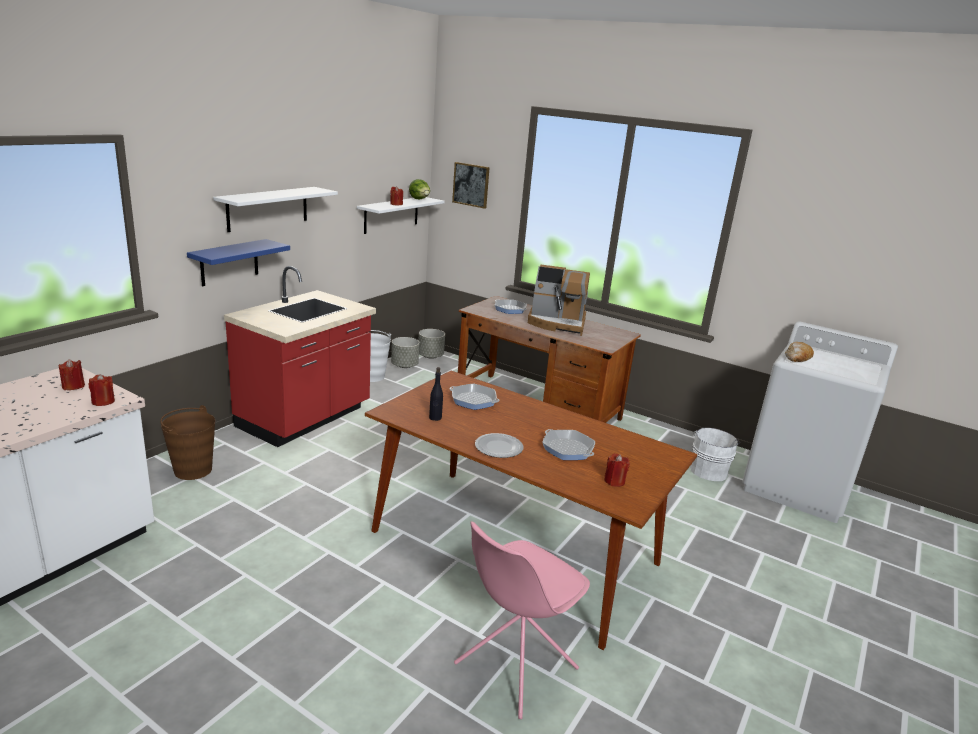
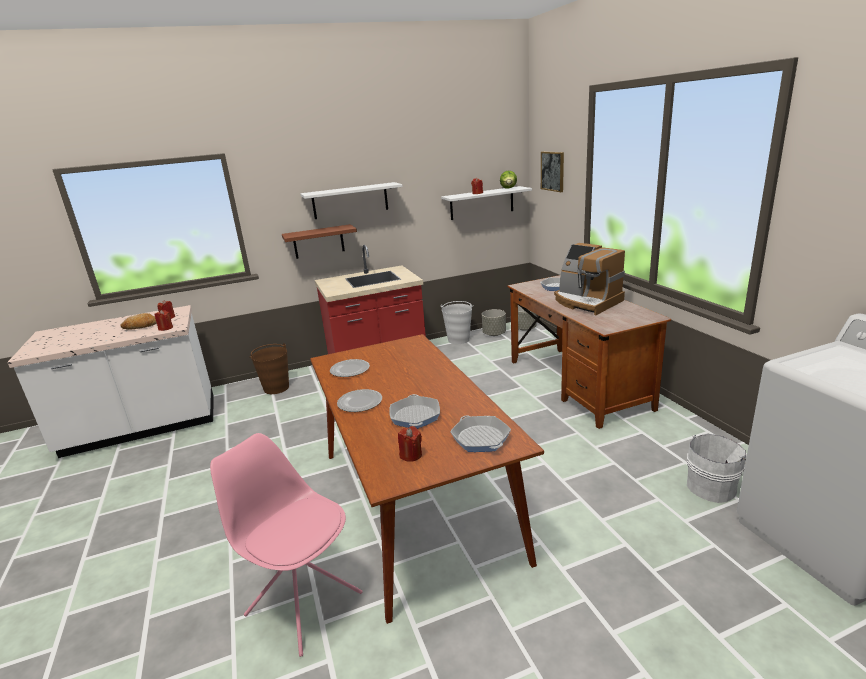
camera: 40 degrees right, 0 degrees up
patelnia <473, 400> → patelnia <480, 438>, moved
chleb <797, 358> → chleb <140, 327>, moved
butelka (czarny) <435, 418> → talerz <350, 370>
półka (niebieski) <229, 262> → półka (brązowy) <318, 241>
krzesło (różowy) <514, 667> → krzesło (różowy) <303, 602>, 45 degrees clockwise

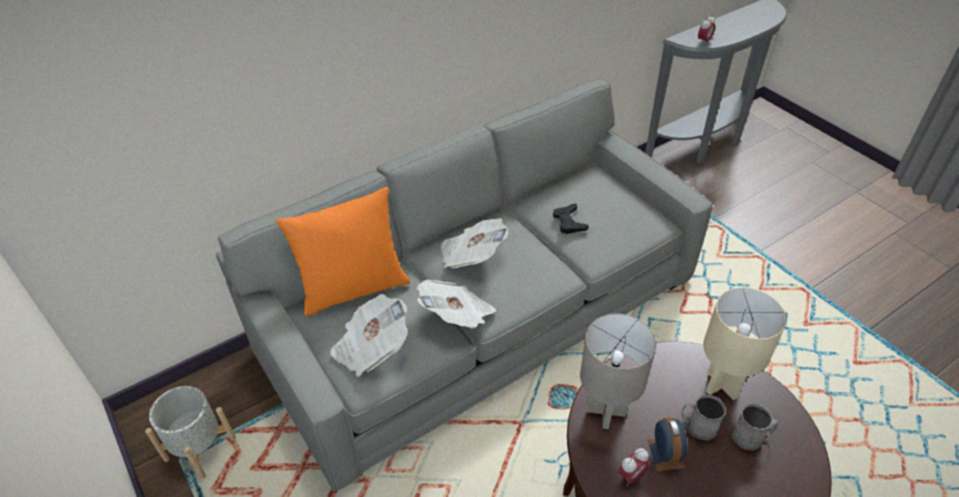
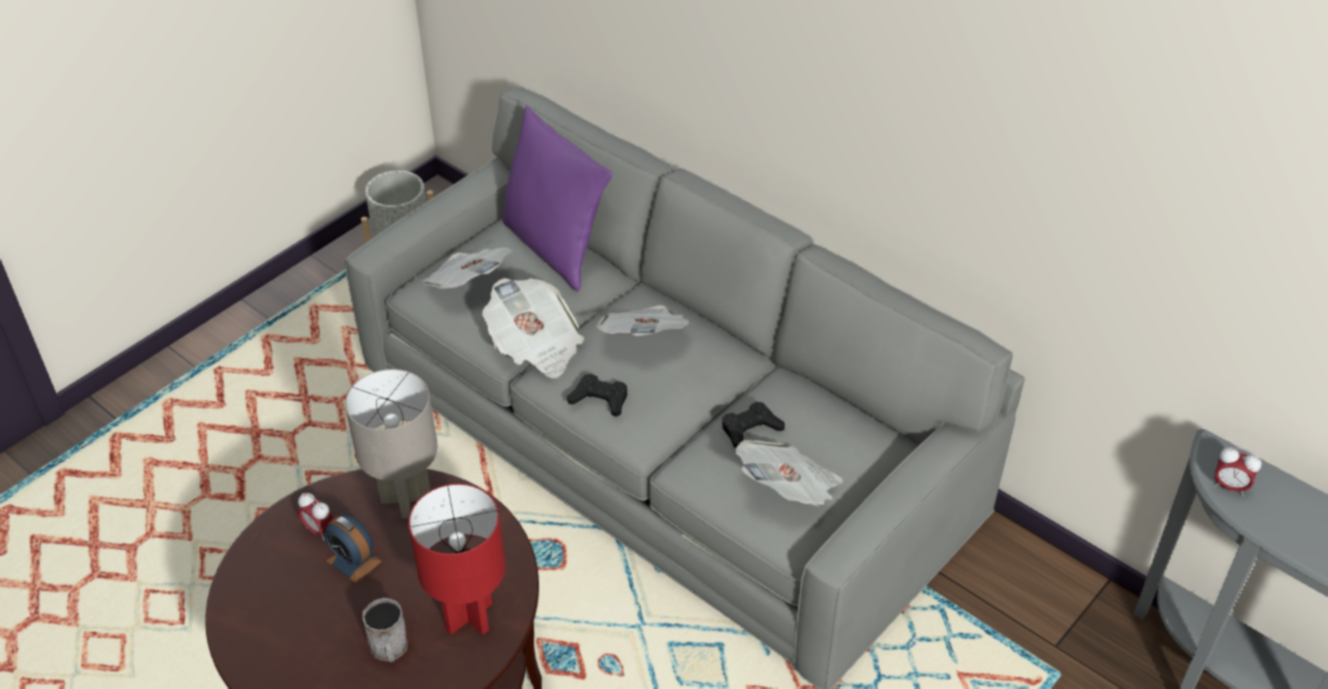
camera: 75 degrees right, 0 degrees up
kubek (szary) <697, 426> → -
- → pad do gier (czarny) <600, 399>
- → gazeta <789, 490>
poduszka (pomarańczowy) <353, 289> → poduszka (fioletowy) <555, 248>
lampa stołowa (beżowy) <722, 385> → lampa stołowa (czerwony) <469, 617>
budzik <665, 453> → budzik <354, 561>, 60 degrees clockwise

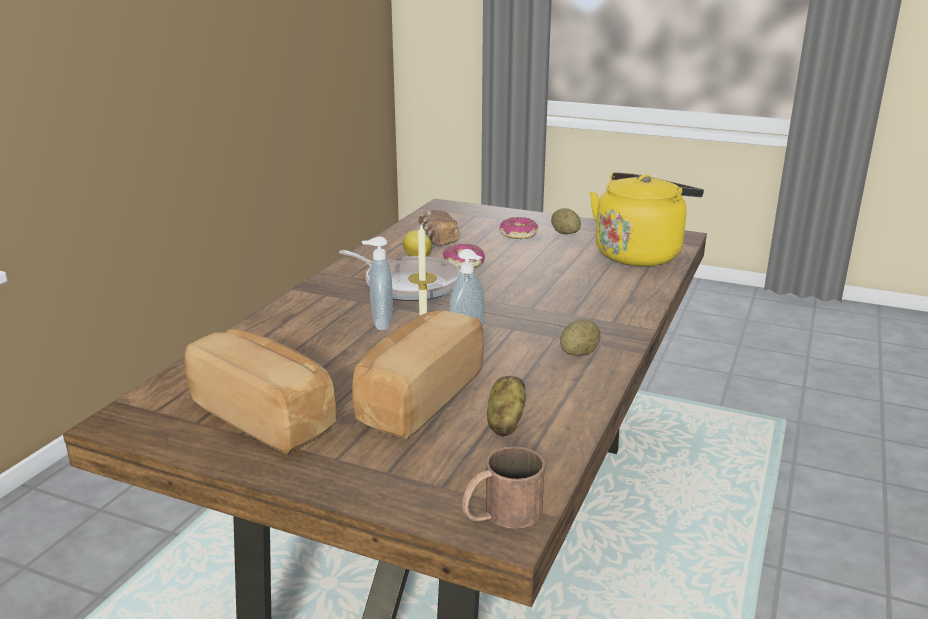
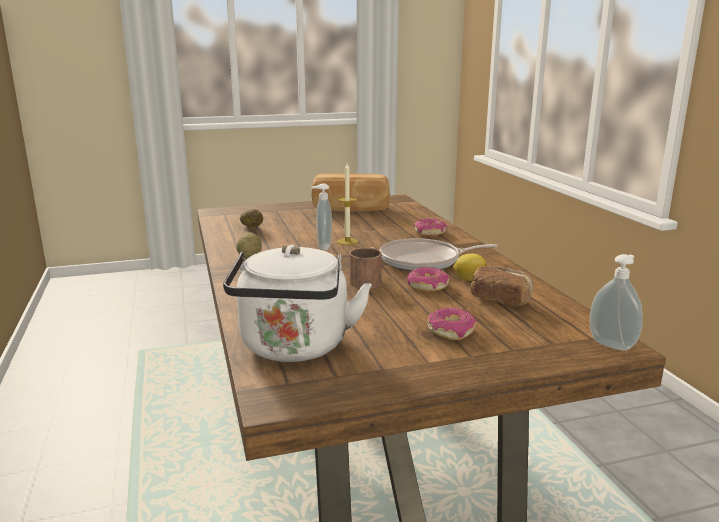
camera: 140 degrees right, 5 degrees down
chleb <418, 399> → -
ziemniak <565, 233> → -
- → donut <430, 232>
dozownik mydła <379, 324> → dozownik mydła <612, 344>, moved
kubek (brązowy) <501, 514> → kubek (brązowy) <368, 280>, moved
czajnik (żółty) <640, 254> → czajnik (biały) <294, 348>

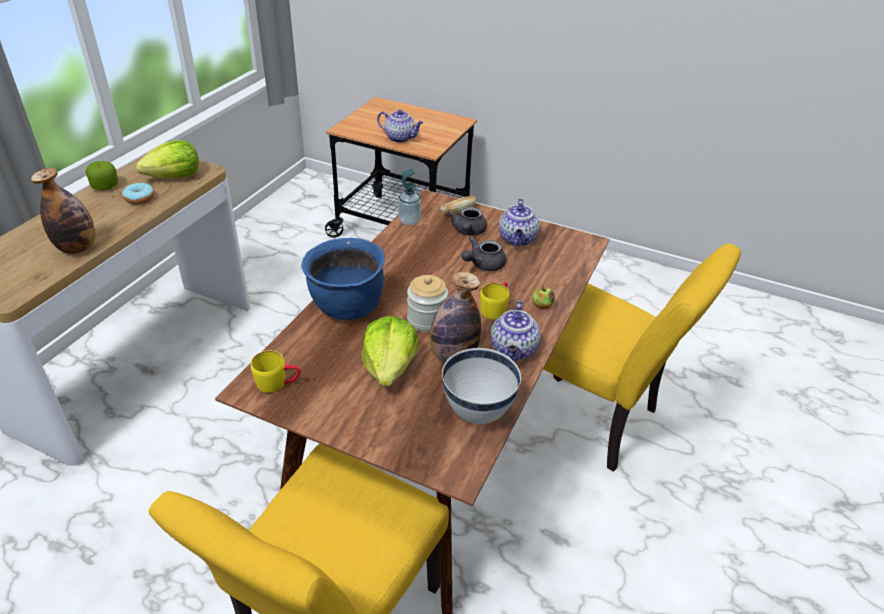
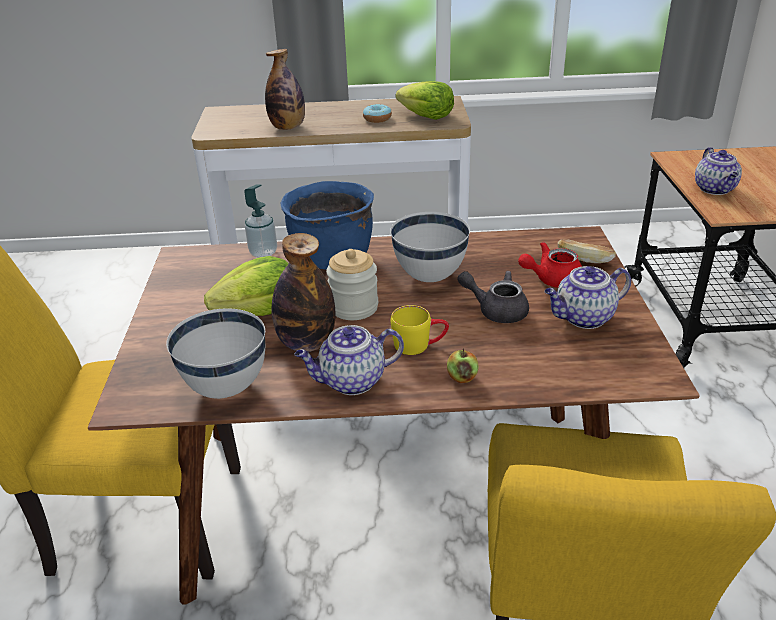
camera: 65 degrees right, 5 degrees down
jabłko <105, 187> → -
kubek (żółty) <278, 383> → -
- → miska (biały) <429, 277>
dozownik mydła <409, 221> → dozownik mydła <263, 253>, moved
imbryk (szary) <468, 232> → imbryk (czerwony) <551, 279>

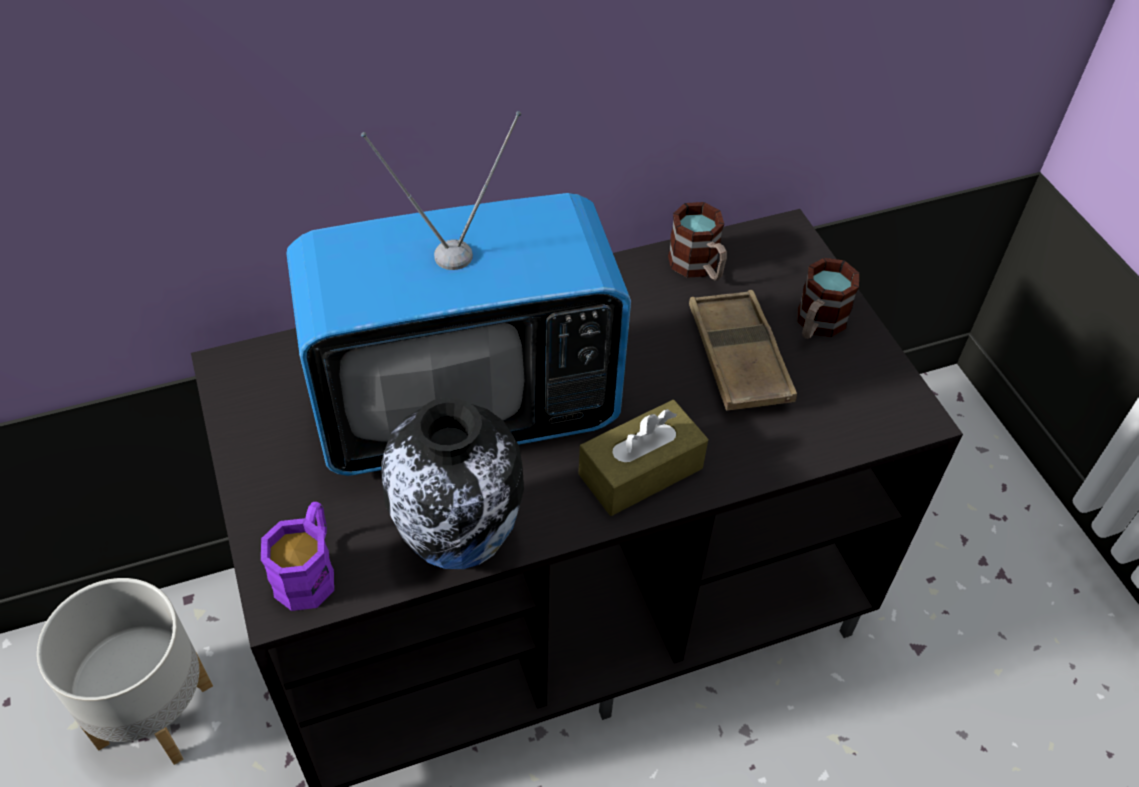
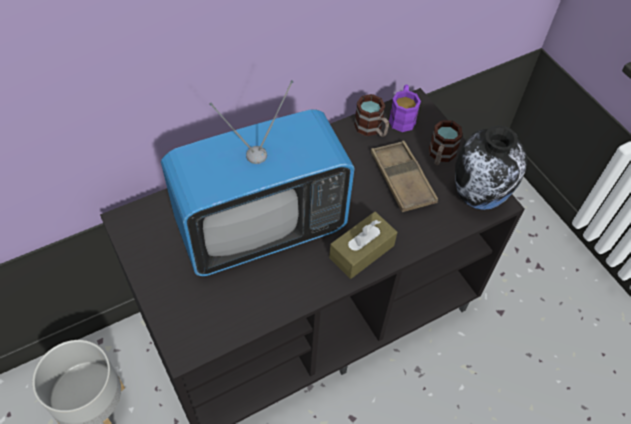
camera: 10 degrees left, 5 degrees up
kubek (fioletowy) <309, 571> → kubek (fioletowy) <402, 117>, moved
wazon <460, 543> → wazon <478, 198>, moved

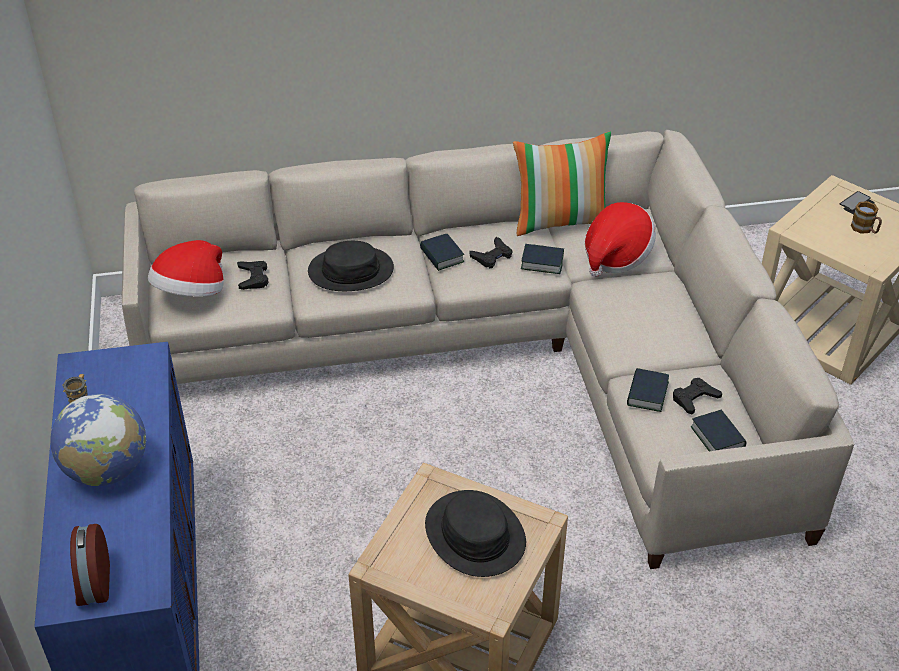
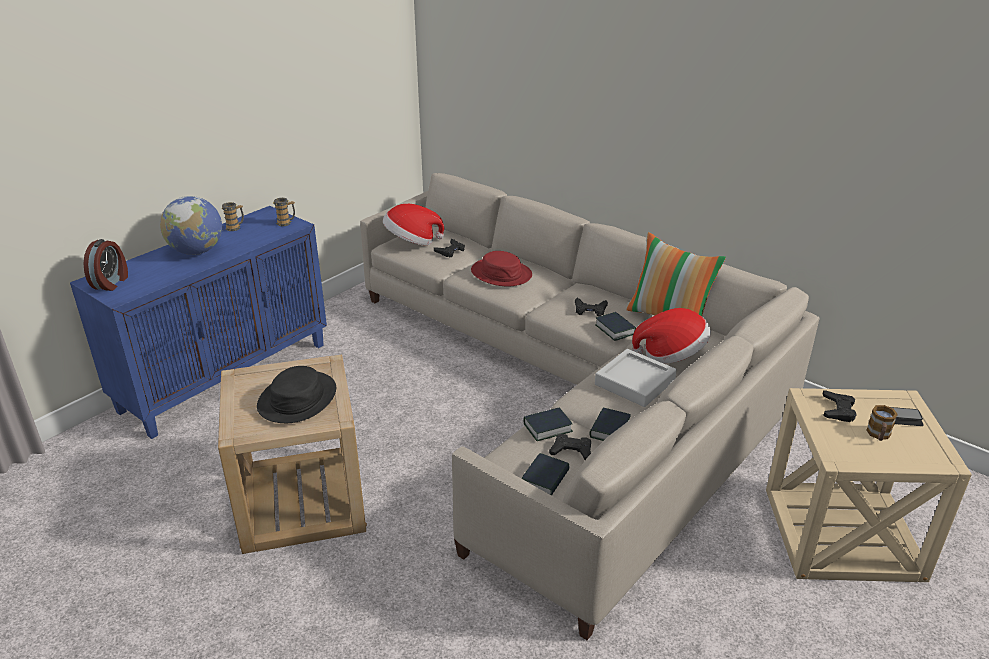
camera: 50 degrees right, 10 degrees down
- → kubek <286, 223>
- → taca (szary) <635, 382>
- → pad do gier (czarny) <838, 410>
książka <442, 256> → książka <609, 430>, moved
kapelusz (czarny) <351, 270> → kapelusz (czerwony) <501, 273>
budzik <92, 583> → budzik <111, 282>, 150 degrees clockwise

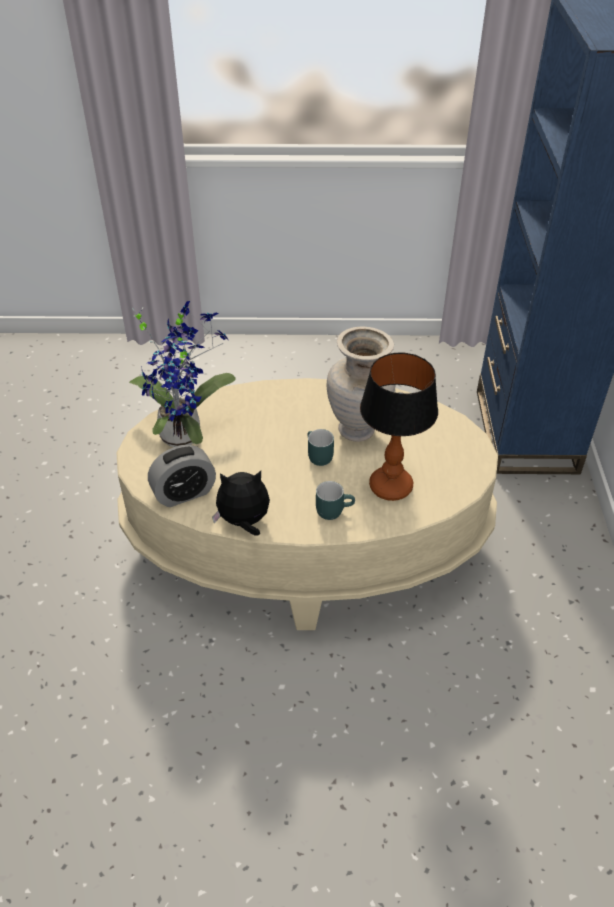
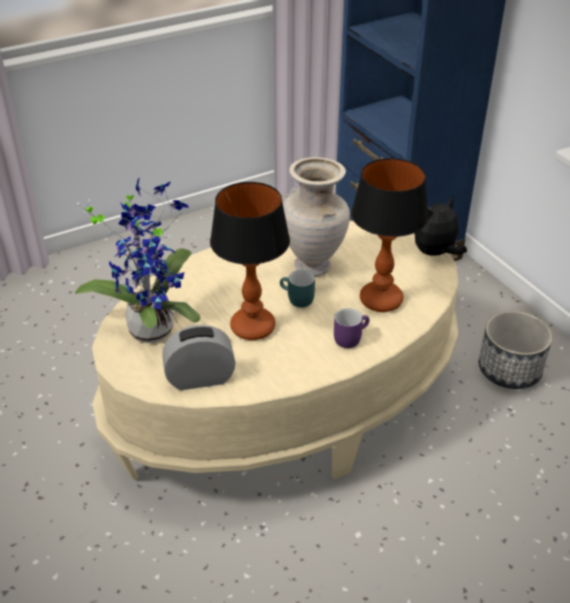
camera: 30 degrees left, 5 degrees down
- → lampa stołowa <253, 328>
- → donica <510, 370>
pluszak <244, 522> → pluszak <435, 253>, moved
kubek (turkusowy) <333, 509> → kubek (fioletowy) <349, 337>
budzik <184, 493> → budzik <200, 378>, 135 degrees counterclockwise

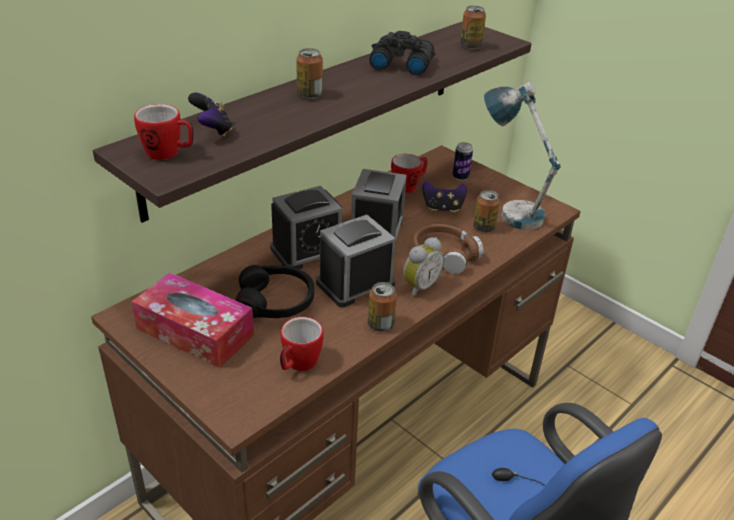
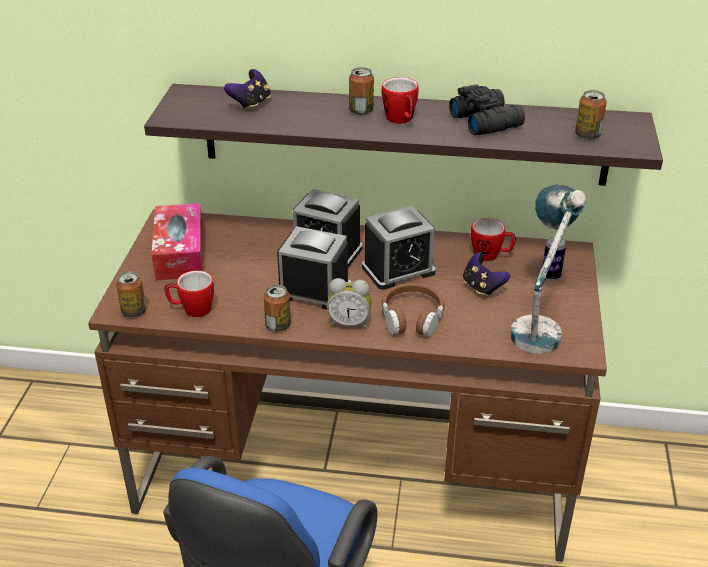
camera: 55 degrees right, 0 degrees up
słuchawki (czarny) <276, 301> → -
kubek <169, 154> → kubek <401, 120>, moved
puszka <484, 228> → puszka <134, 312>, moved

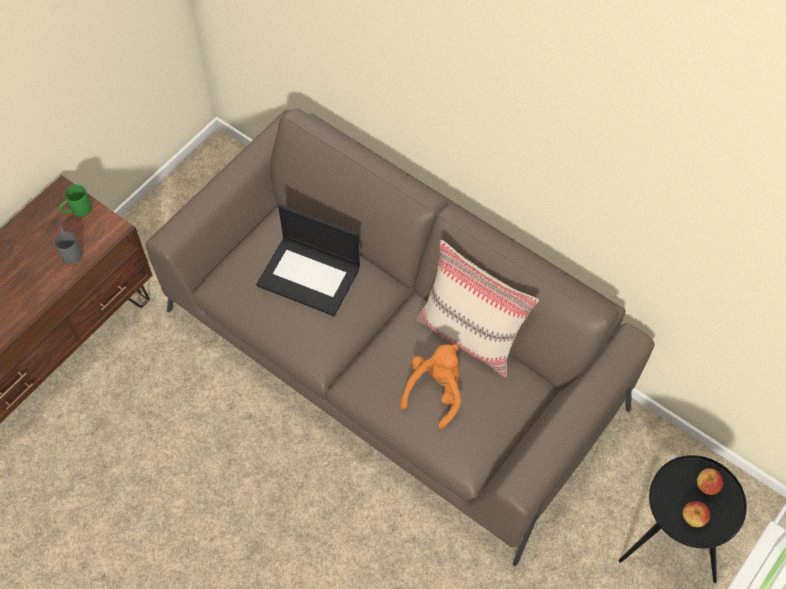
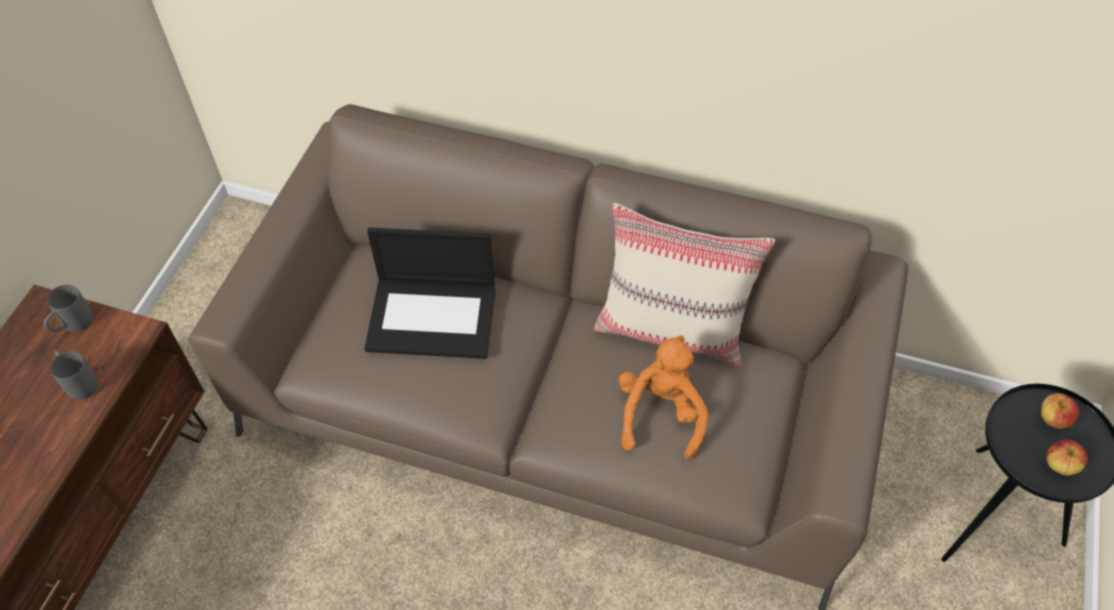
camera: 20 degrees left, 5 degrees down
kubek (zielony) <77, 211> → kubek (szary) <73, 325>

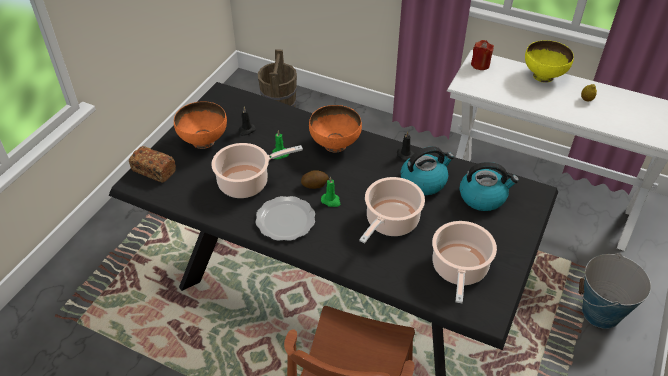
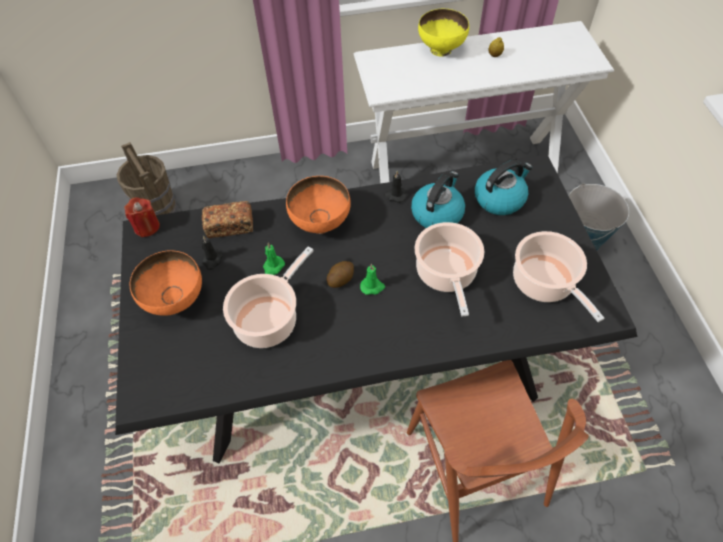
camera: 35 degrees left, 10 degrees up
talerz <286, 220> → -
chleb <154, 171> → chleb <230, 226>, moved
świeca (czerwony) <480, 65> → świeca (czerwony) <147, 227>, moved

